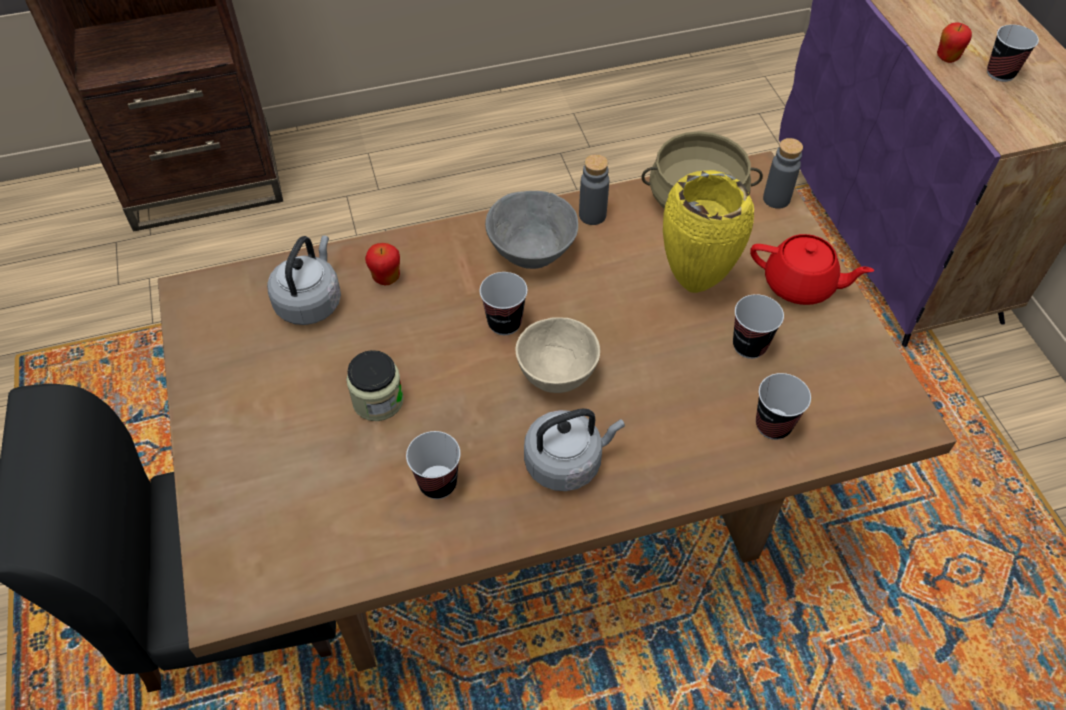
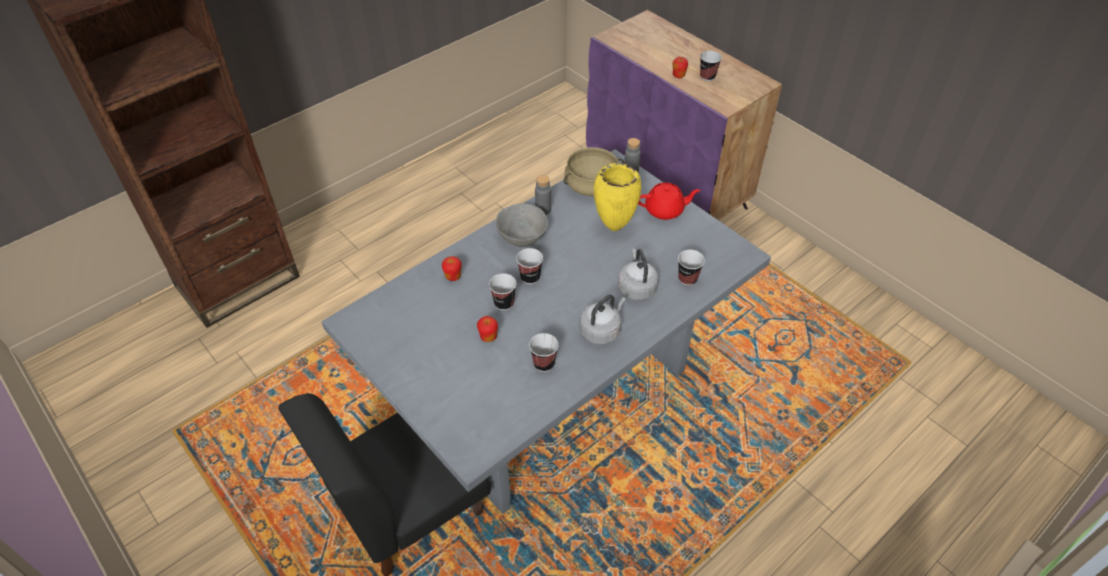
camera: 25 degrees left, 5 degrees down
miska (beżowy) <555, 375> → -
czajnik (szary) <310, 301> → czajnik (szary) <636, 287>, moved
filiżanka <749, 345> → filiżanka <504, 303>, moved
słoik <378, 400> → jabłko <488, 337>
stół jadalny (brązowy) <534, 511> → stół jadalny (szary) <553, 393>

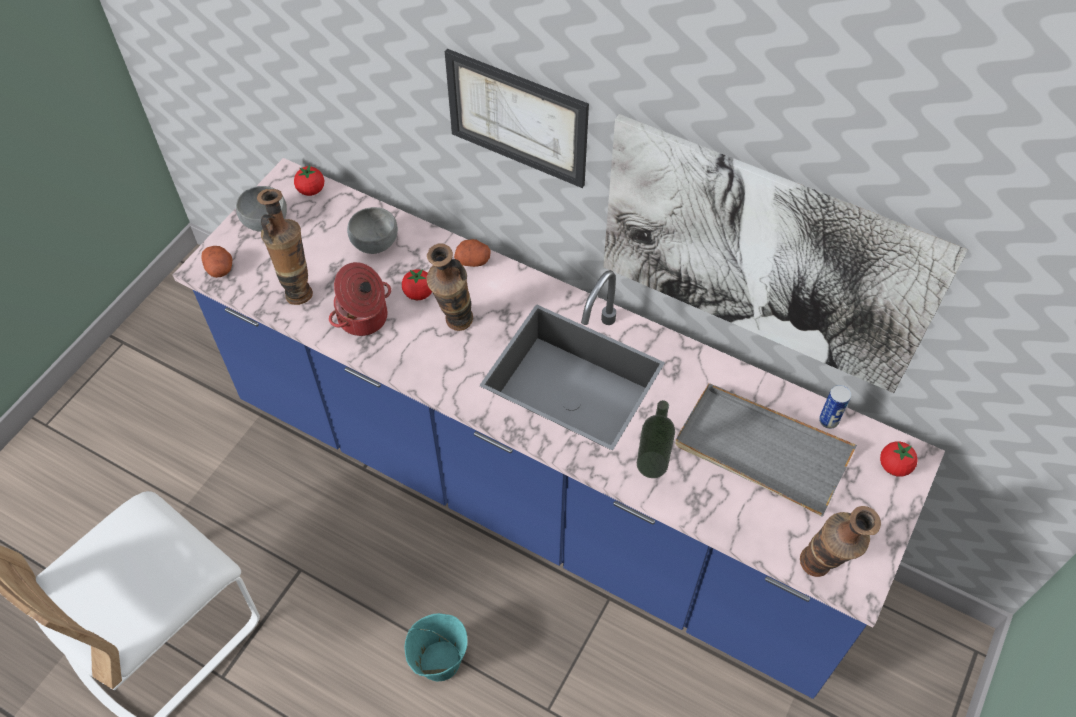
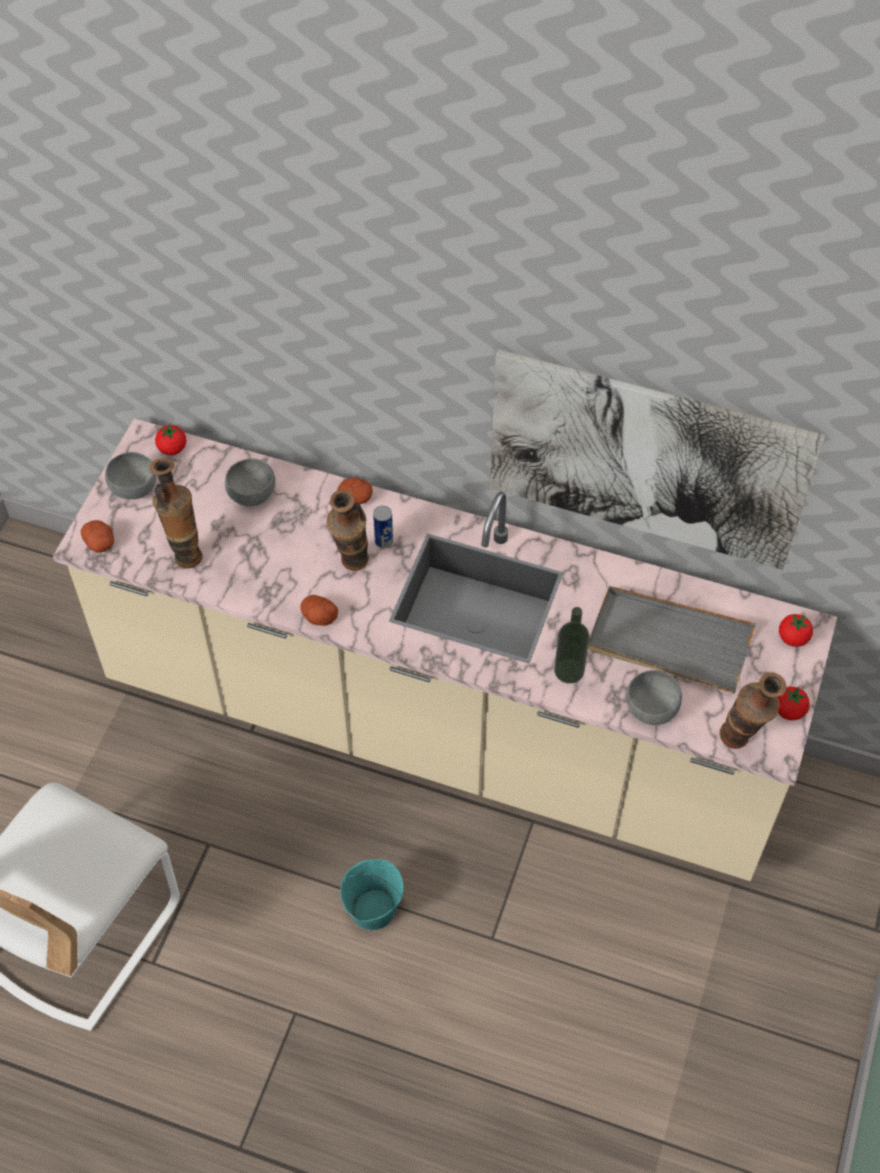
camera: 10 degrees left, 0 degrees up
garnek <364, 318> → -
obraz <517, 118> → -
- → ziemniak <318, 616>
- → miska (szary) <651, 709>
pomidor <419, 293> → pomidor <789, 710>, moved
puszka <828, 420> → puszka <384, 541>, moved
zabudowa kuchenna (niebieski) <538, 494> → zabudowa kuchenna (beżowy) <440, 729>

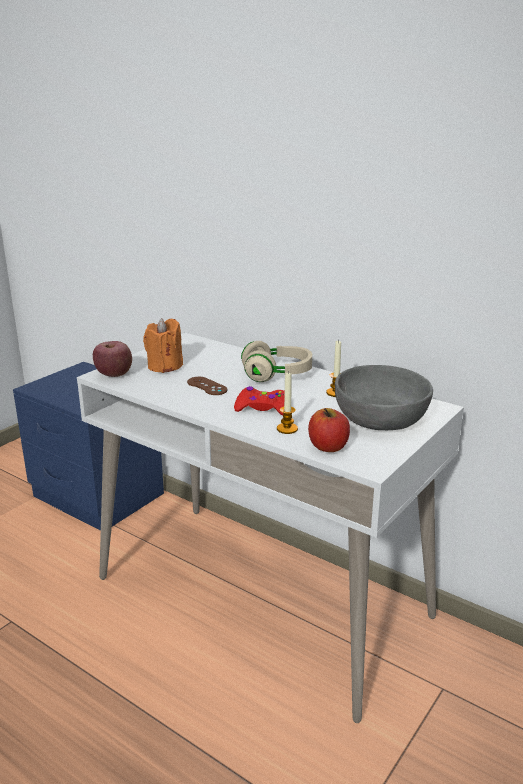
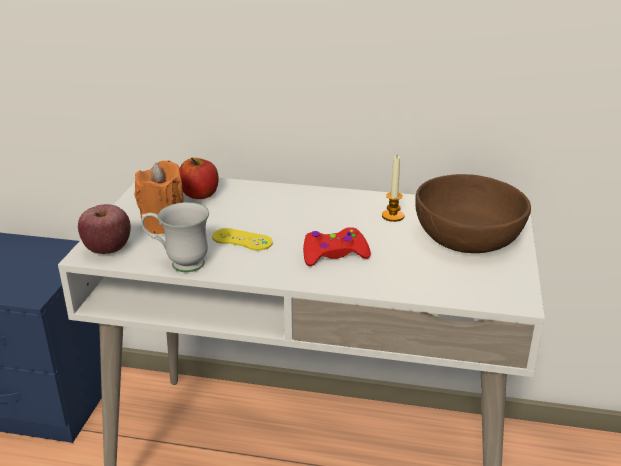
camera: 25 degrees left, 5 degrees up
słuchawki (beżowy) <277, 375> → -
świeca <287, 429> → -
- → kubek (biały) <179, 263>
jabłko <328, 447> → jabłko <200, 195>, moved
pad do gier (brązowy) <207, 386> → pad do gier (żółty) <242, 240>
miska (szary) <381, 418> → miska (brązowy) <468, 237>

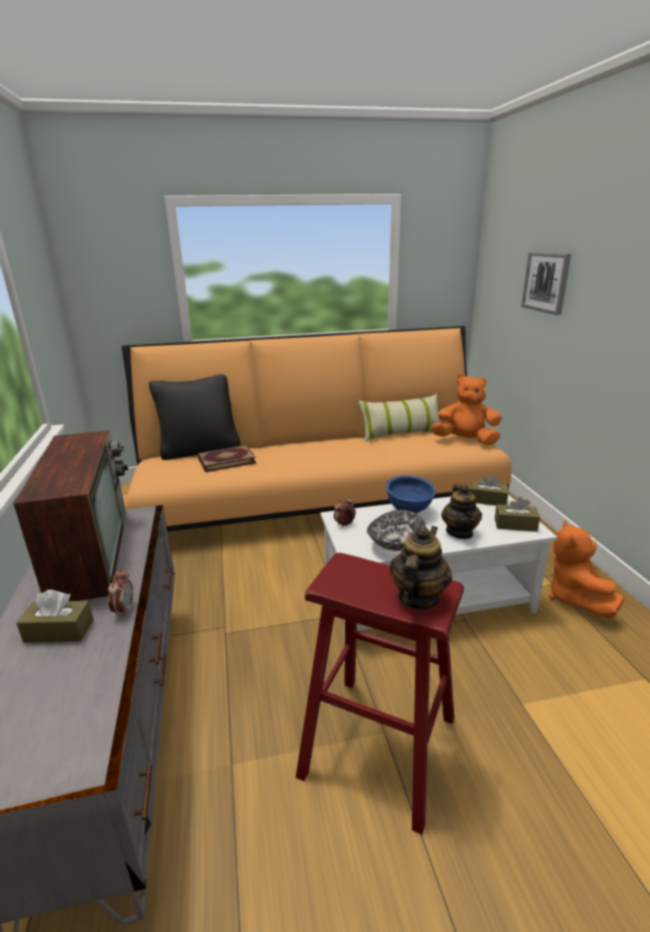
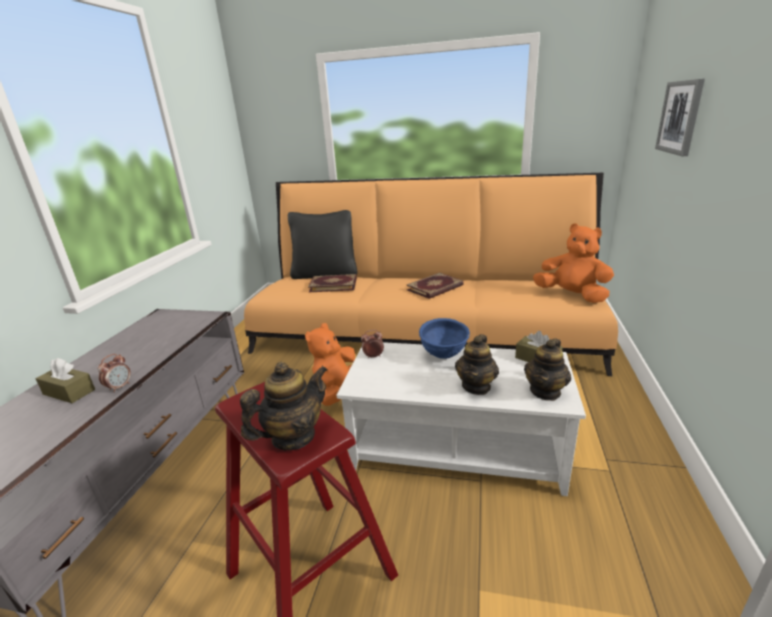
camera: 25 degrees right, 0 degrees up
telewizor <90, 551> → -
poduszka <401, 434> → -
miska <396, 544> → -
- → książka <435, 288>
pluszak (pomarańczowy) <575, 598> → pluszak (pomarańczowy) <337, 391>, moved
pudełko chusteczek (brązowy) <515, 525> → imbryk <545, 391>

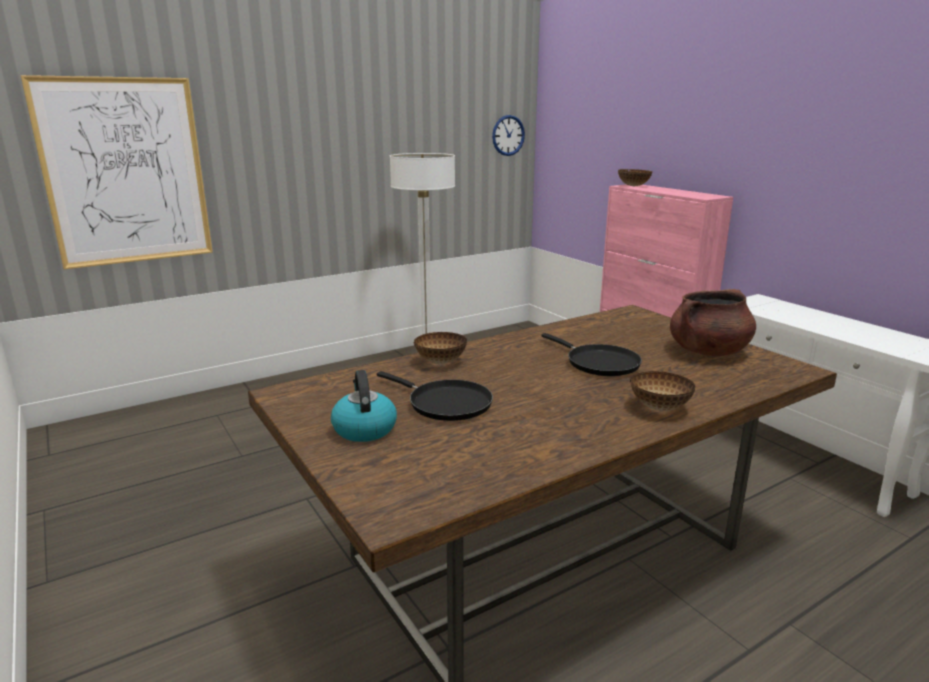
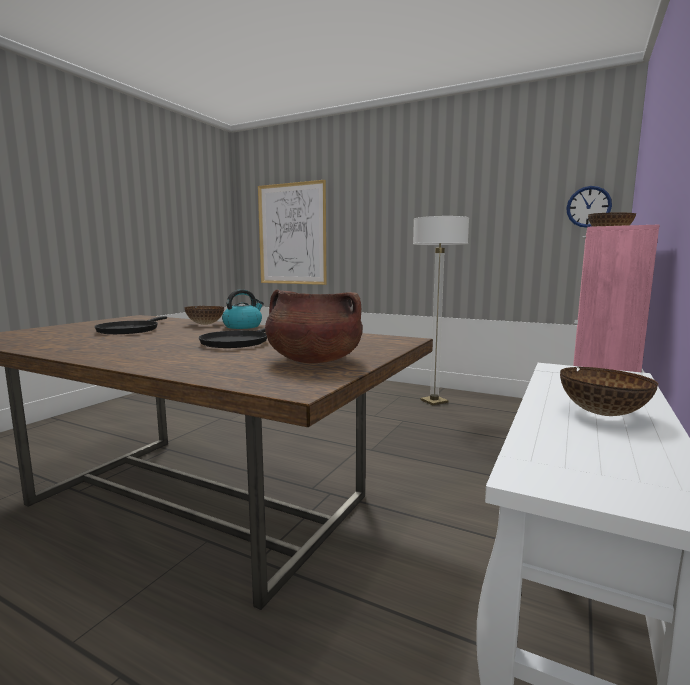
camera: 60 degrees right, 10 degrees down
czajnik <364, 428> → czajnik <243, 326>, moved
miska <660, 407> → miska <604, 414>, moved

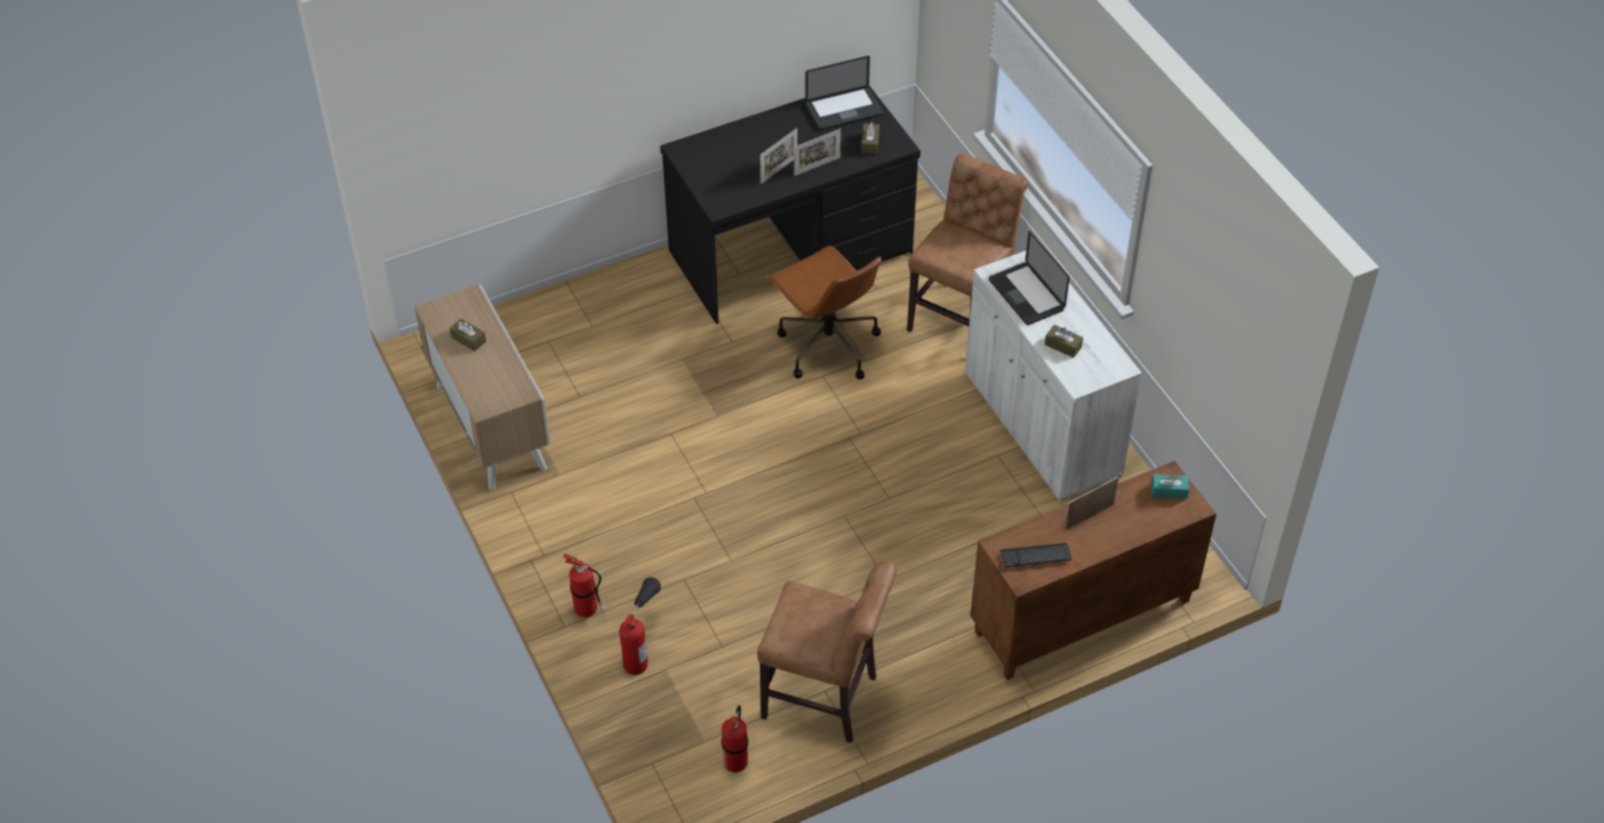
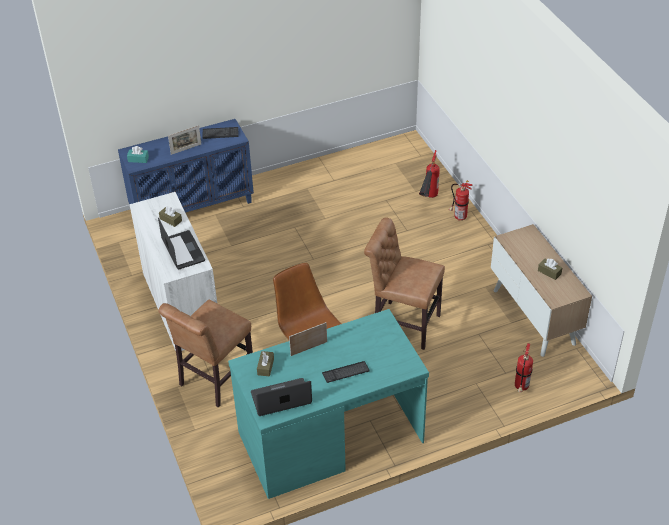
camera: 175 degrees left, 5 degrees down
ramka na zdjęcie <779, 170> → -
- → klawiatura <345, 372>
gaśnica <736, 761> → gaśnica <521, 388>, moved
krzesło (brązowy) <825, 699> → krzesło (brązowy) <402, 324>, moved
biurko (czarny) <792, 253> → biurko (turkusowy) <329, 436>
szafka (brązowy) <1081, 618> → szafka (niebieski) <193, 206>

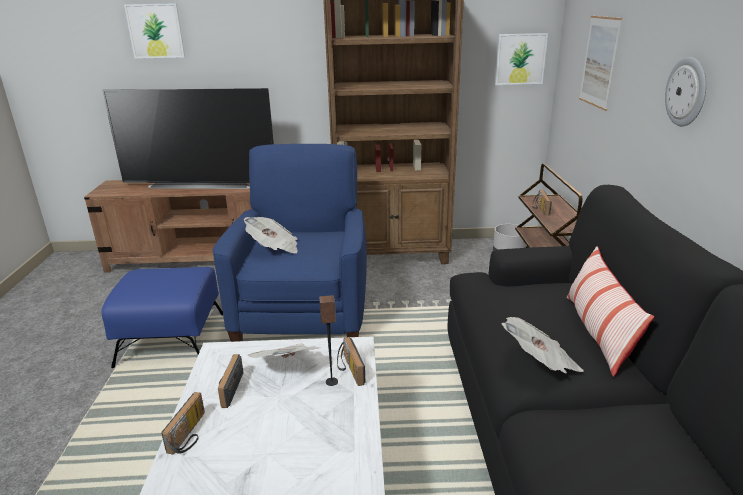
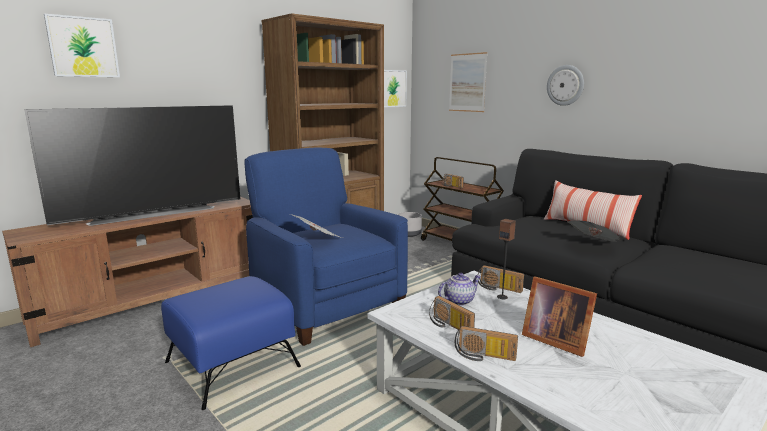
camera: 40 degrees left, 10 degrees down
- → ramka na zdjęcie <554, 339>
gazeta <287, 366> → imbryk <458, 301>
radio <190, 434> → radio <484, 357>, 135 degrees clockwise

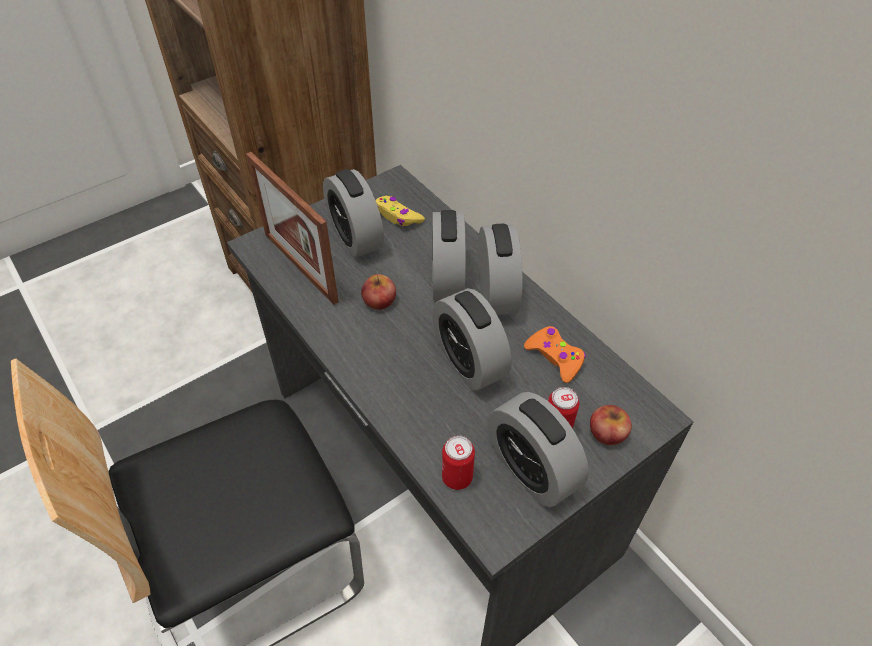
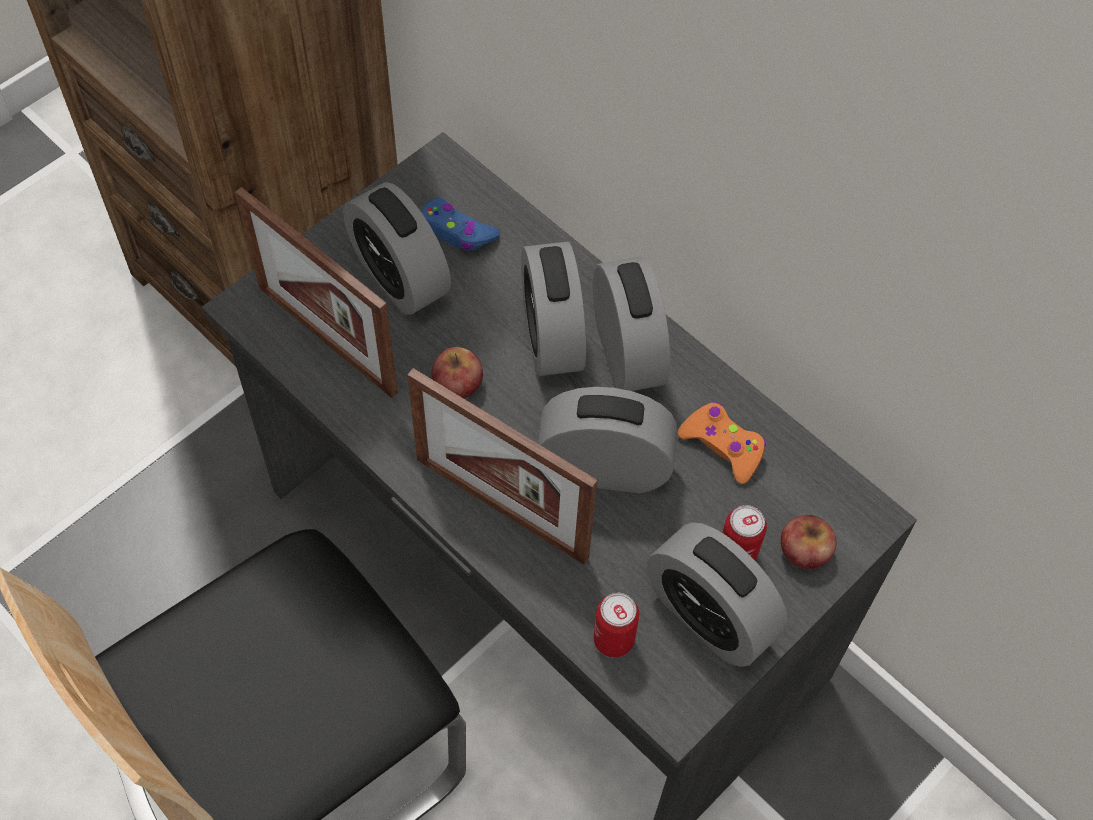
camera: 10 degrees left, 10 degrees up
- → ramka na zdjęcie <501, 508>
pad do gier (żółty) <398, 216> → pad do gier (niebieski) <457, 231>
budzik <469, 362> → budzik <603, 467>, 135 degrees clockwise

